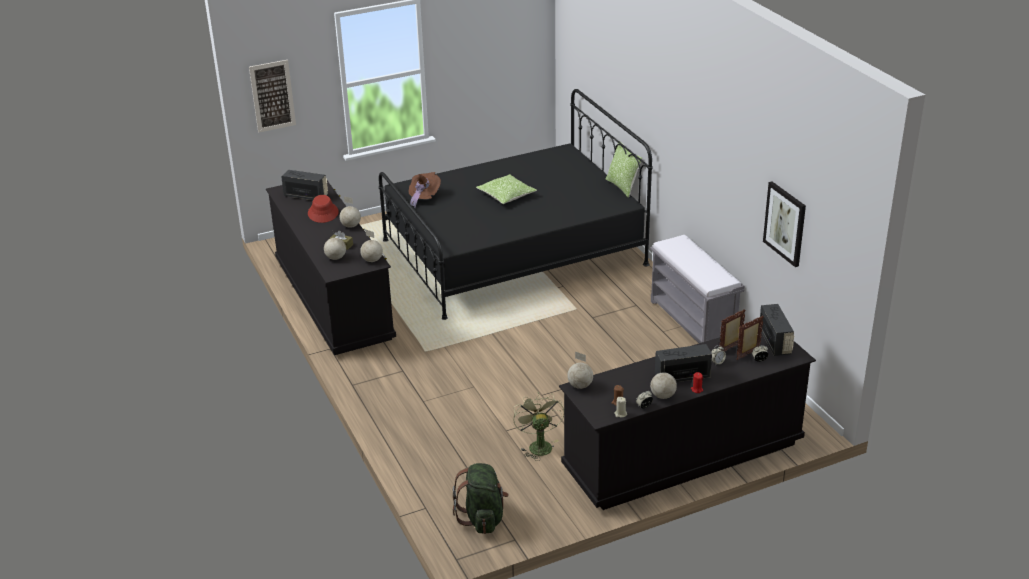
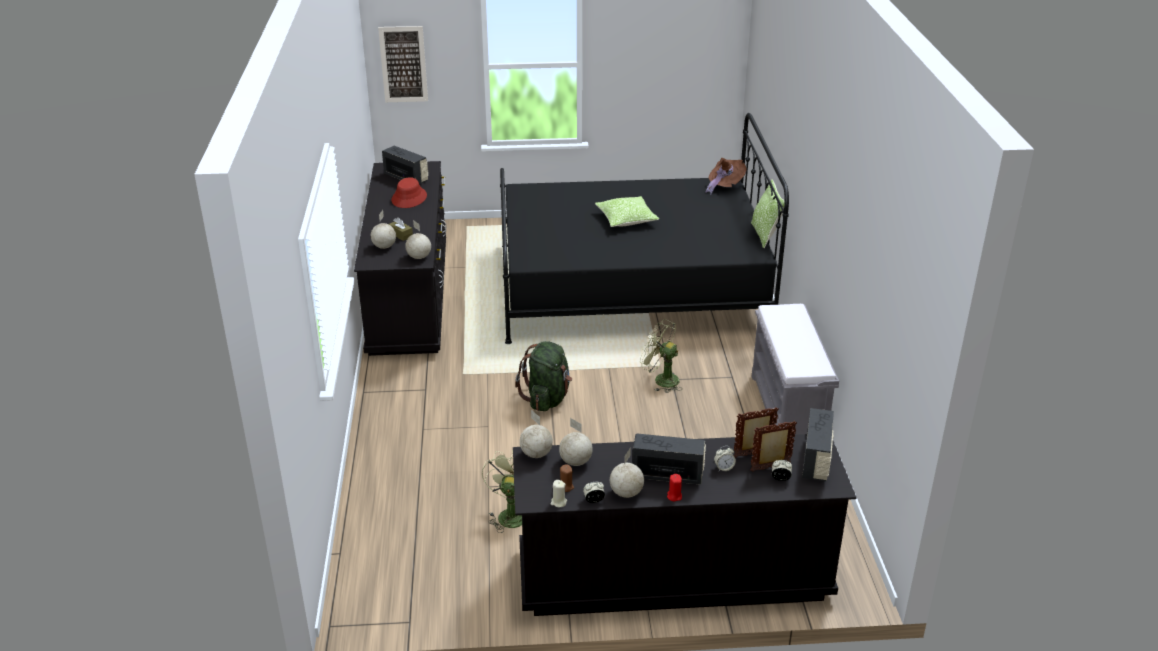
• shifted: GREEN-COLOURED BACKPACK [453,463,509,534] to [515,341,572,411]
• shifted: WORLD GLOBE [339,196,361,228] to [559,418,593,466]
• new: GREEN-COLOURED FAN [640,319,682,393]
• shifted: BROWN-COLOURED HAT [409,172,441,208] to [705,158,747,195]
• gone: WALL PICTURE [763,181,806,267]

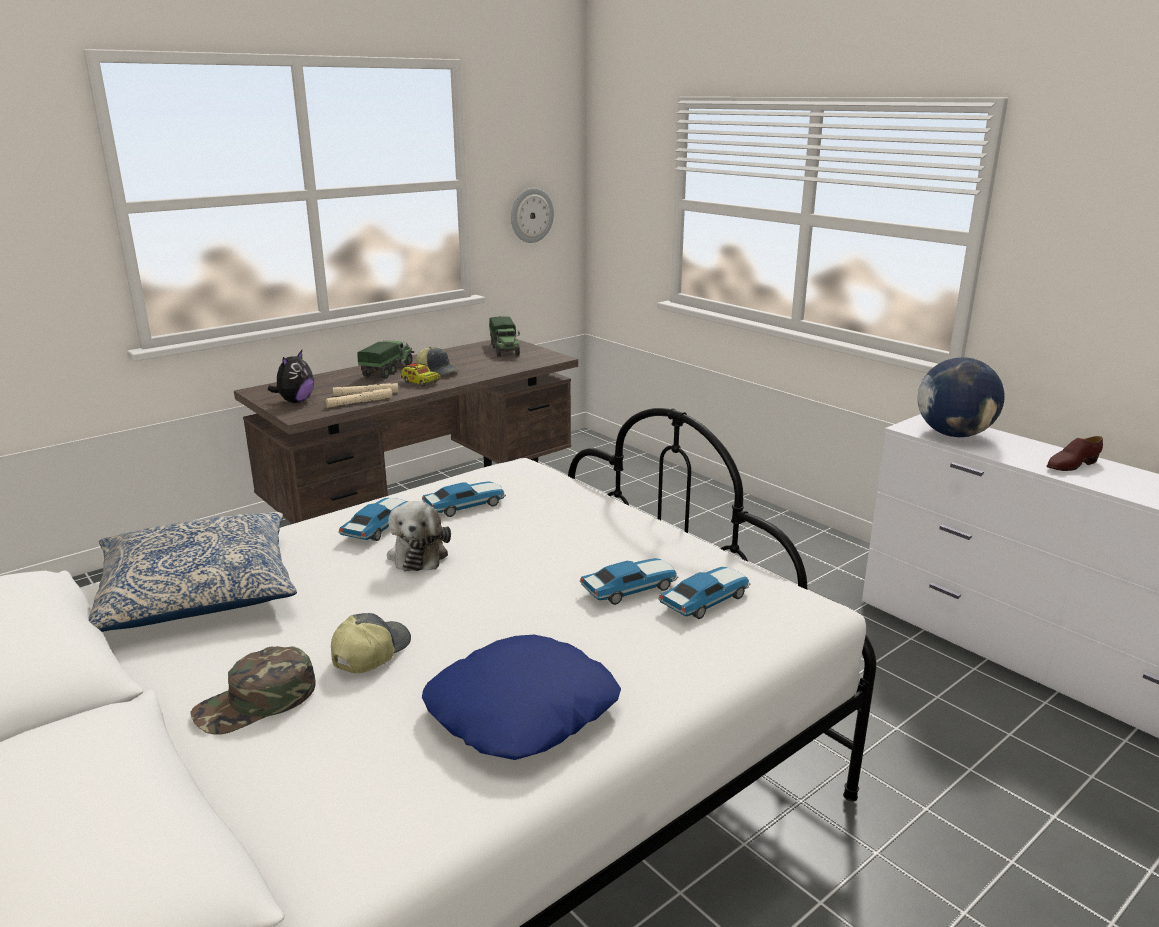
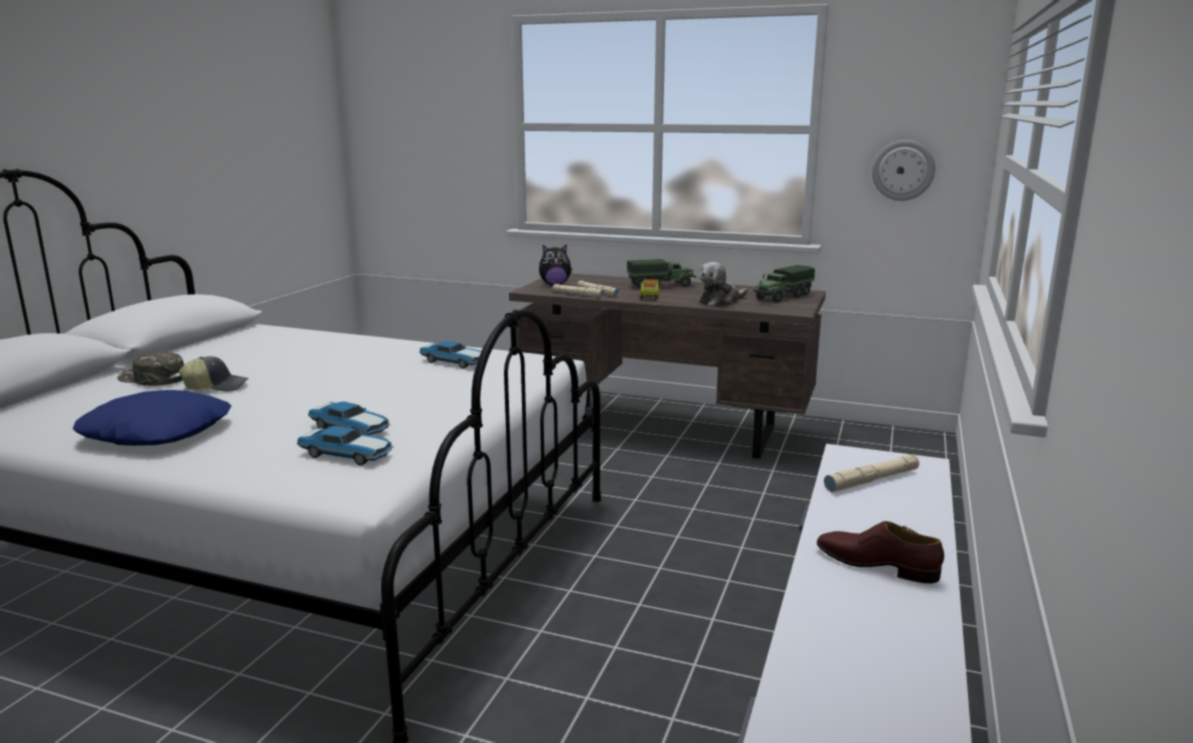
• shifted: PLUSH TOY [387,501,451,571] to [699,262,748,307]
• swapped: WORLD GLOBE [918,357,1005,437] to SAND-COLOURED HAND TORCH [824,454,919,492]
• gone: PILLOW [88,512,297,632]
• gone: MINIATURE CAR [338,498,408,541]
• gone: BASEBALL CAP [416,347,460,377]

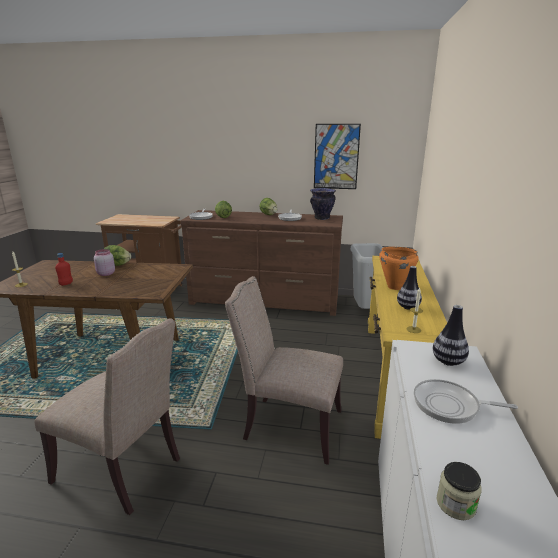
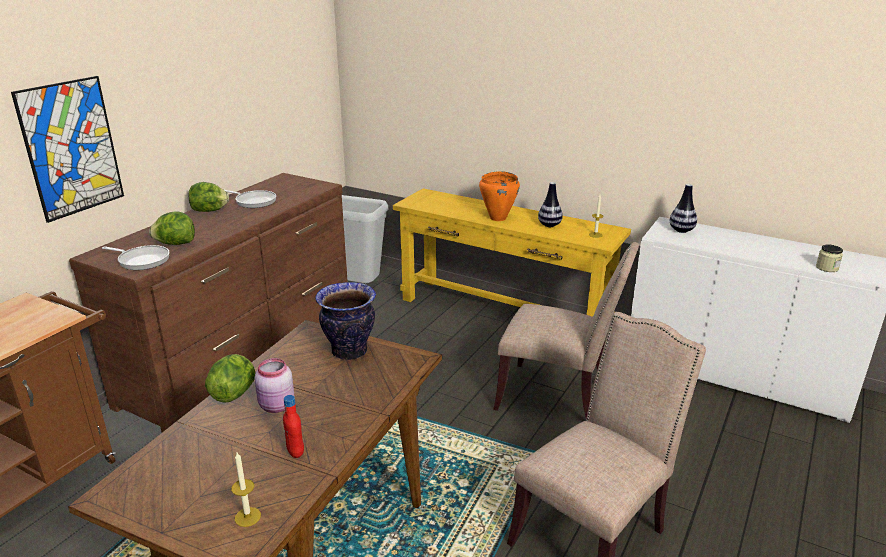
• shifted: WALL PICTURE [314,124,361,189] to [11,76,124,223]
• shifted: VASE [310,188,336,220] to [315,282,376,360]
• rotated: SAND-COLOURED CHAIR [225,276,343,465] = [493,242,639,418] 105 degrees counterclockwise
• gone: FRYING PAN [414,379,518,424]

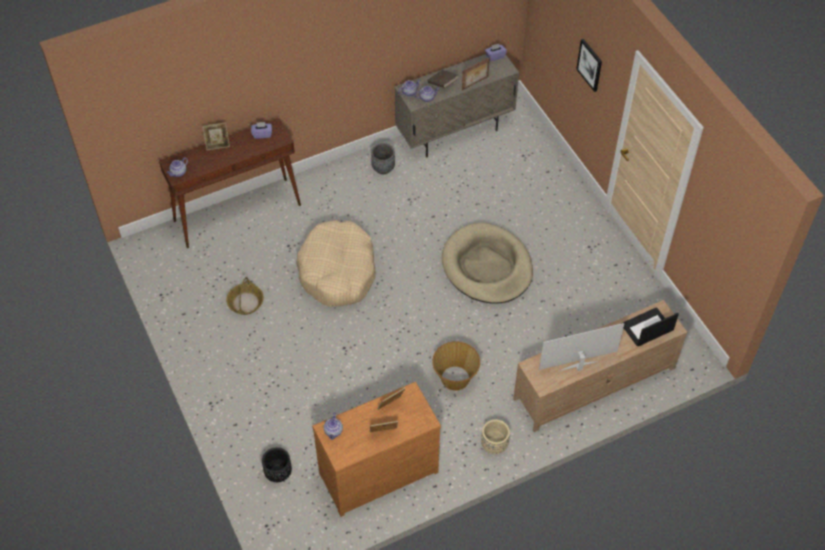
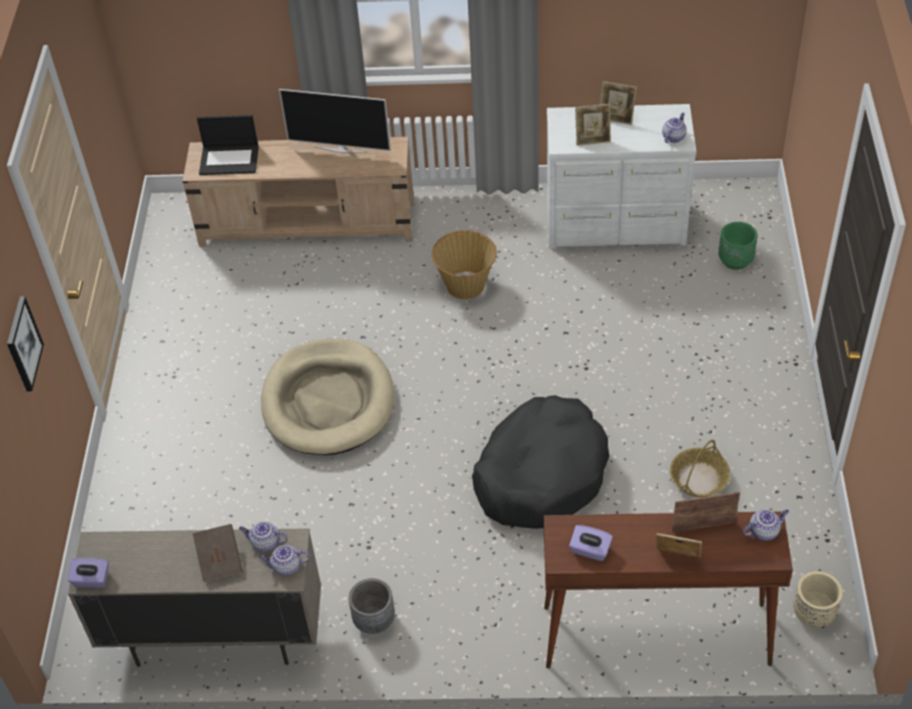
• repainted: SAND-COLOURED PET BED [296,220,376,307] to BLACKISH PET BED [472,395,610,529]
• repainted: BROWN-COLOURED DRESSER [312,382,441,517] to WHITISH DRESSER [547,104,696,249]
• shifted: PHOTO FRAME [462,58,490,90] to [672,492,740,532]
• repainted: BLACKISH PLANTER [262,447,292,482] to GREEN-COLOURED PLANTER [718,222,758,270]
• shifted: SAND-COLOURED PLANTER [481,419,510,454] to [793,571,843,627]

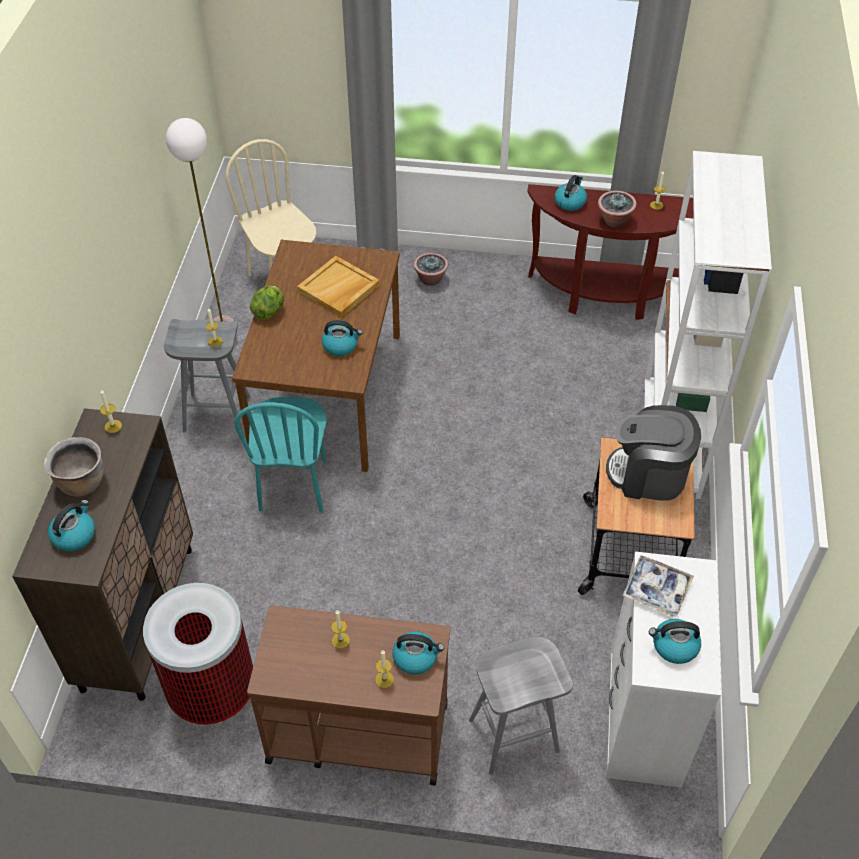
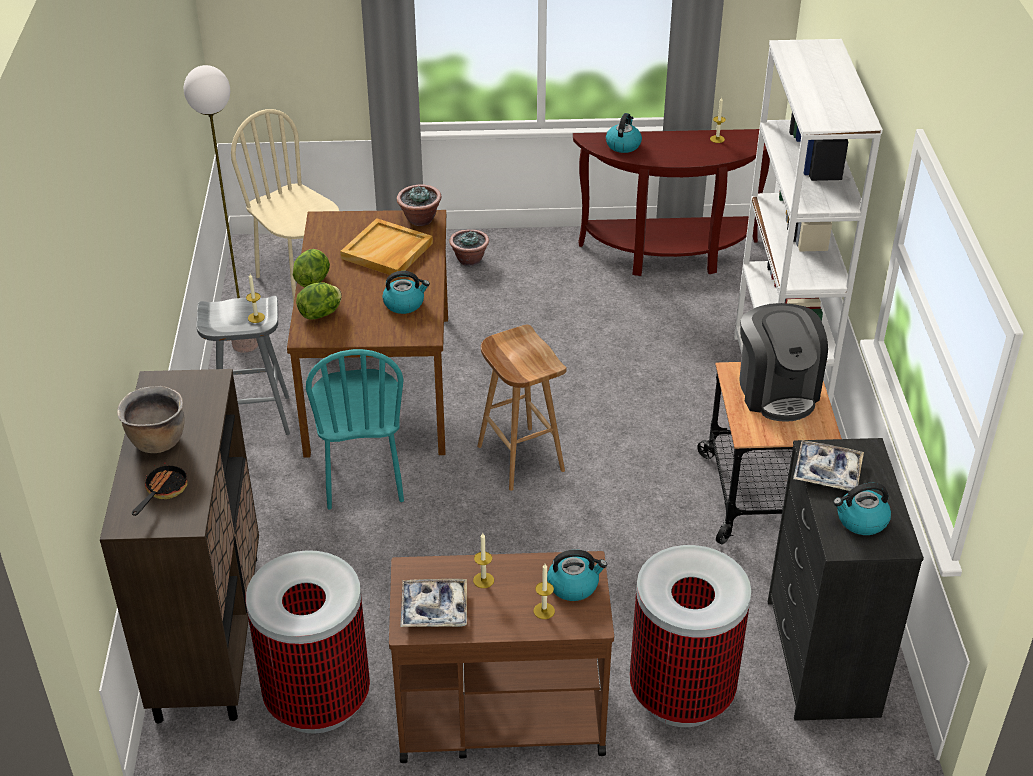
• swapped: KETTLE [48,500,95,552] to FRYING PAN [132,462,188,516]
• new: LETTUCE [296,282,342,320]
• shifted: POTTED PLANT [598,191,637,228] to [397,185,441,226]
• new: TRAY [400,579,467,627]
• new: BROWN-COLOURED STOOL SEAT [477,325,567,491]
• swapped: GRAY STOOL SEAT [469,636,573,775] to WASTE BIN [630,545,751,727]
• rotated: COFFEE MAKER [606,405,701,501] = [739,303,828,421] 105 degrees counterclockwise
• repainted: WHITISH DRESSER [605,552,721,787] to BLACKISH DRESSER [768,438,924,721]
• gone: WAX LIGHT [100,390,122,433]

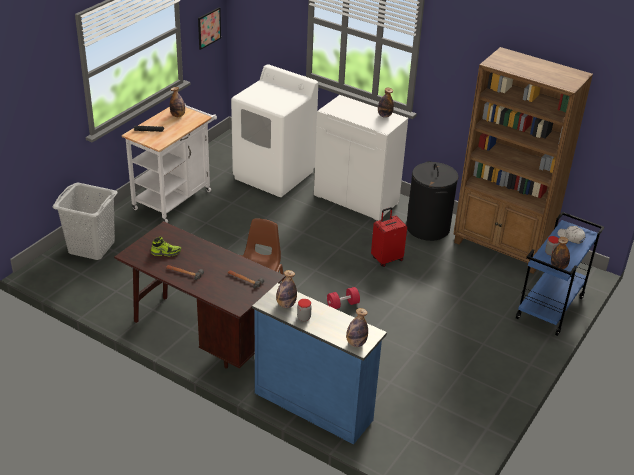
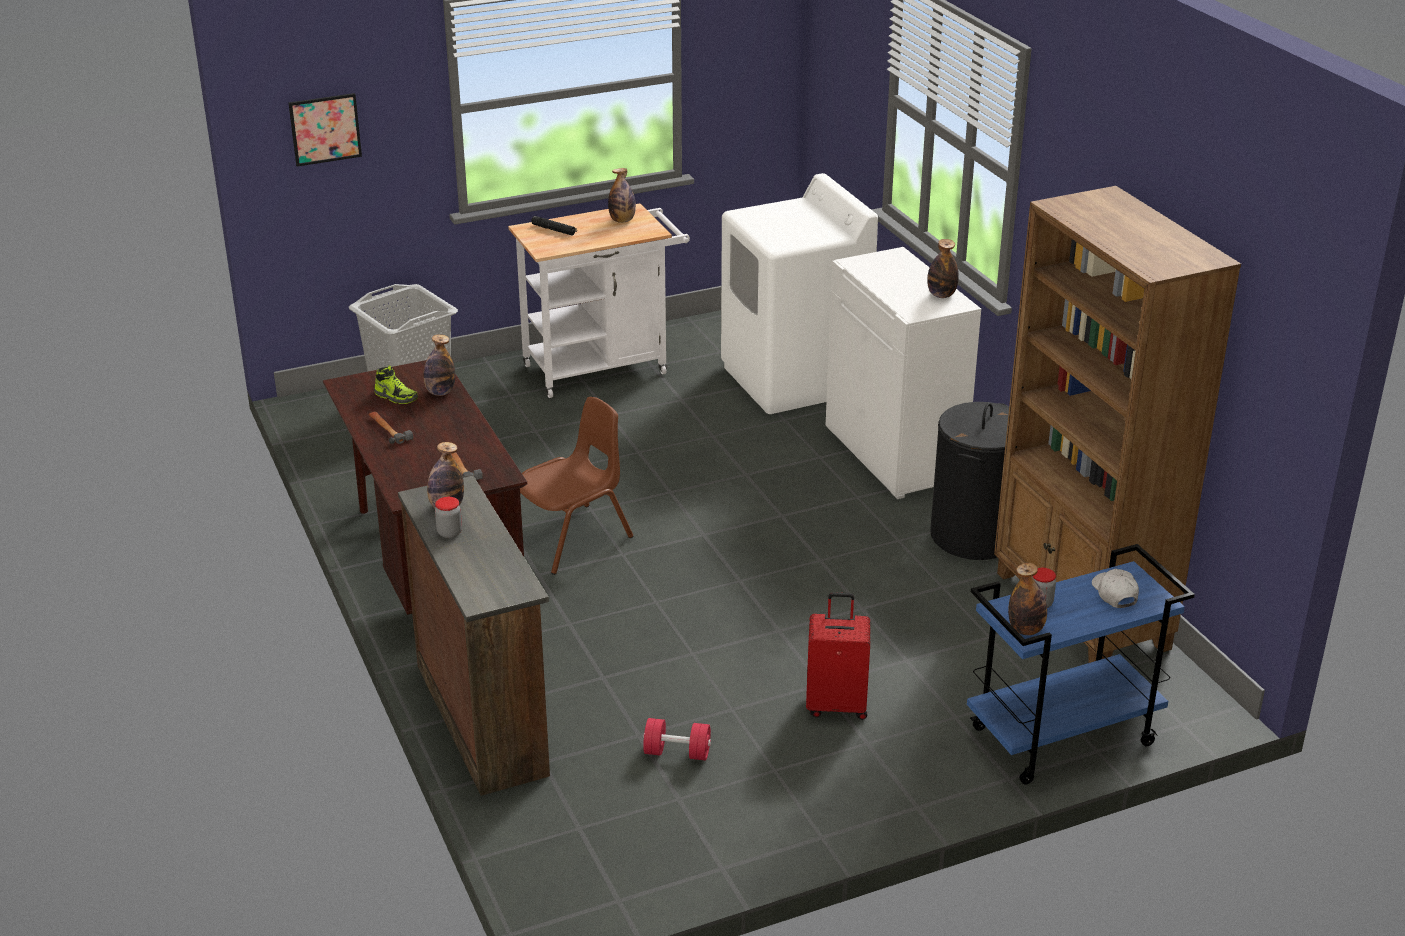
• shifted: WALL PICTURE [198,7,221,50] to [288,93,362,167]
• repainted: BLUISH DRESSER [252,283,387,445] to BROWN-COLOURED DRESSER [398,476,550,796]
• shifted: BOTTLE [346,308,368,347] to [423,334,455,396]
• shifted: REDDISH HAND WEIGHT [327,287,360,309] to [643,718,711,761]
• shifted: REDDISH SUITCASE [371,207,407,267] to [806,592,870,720]

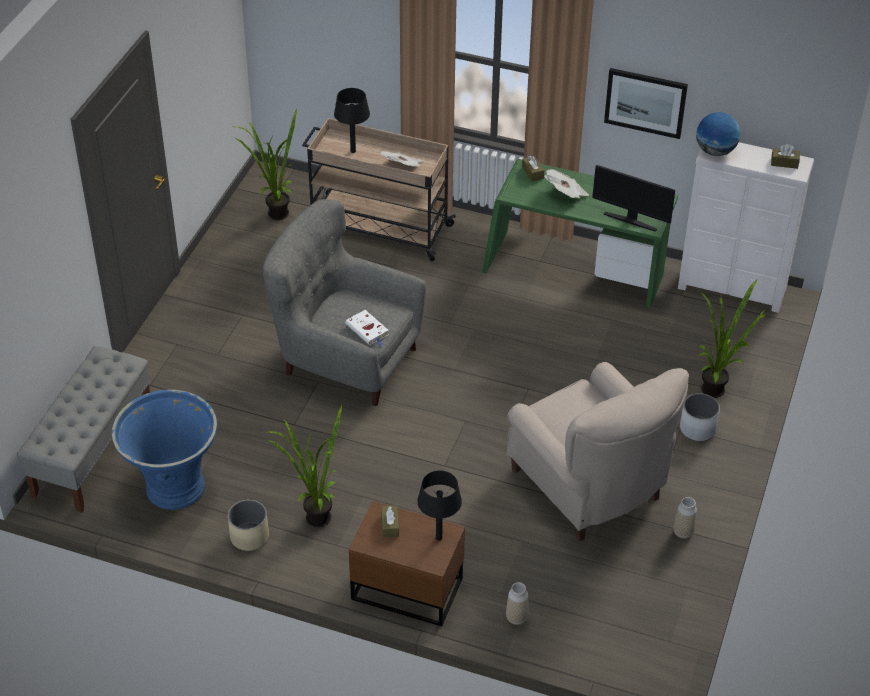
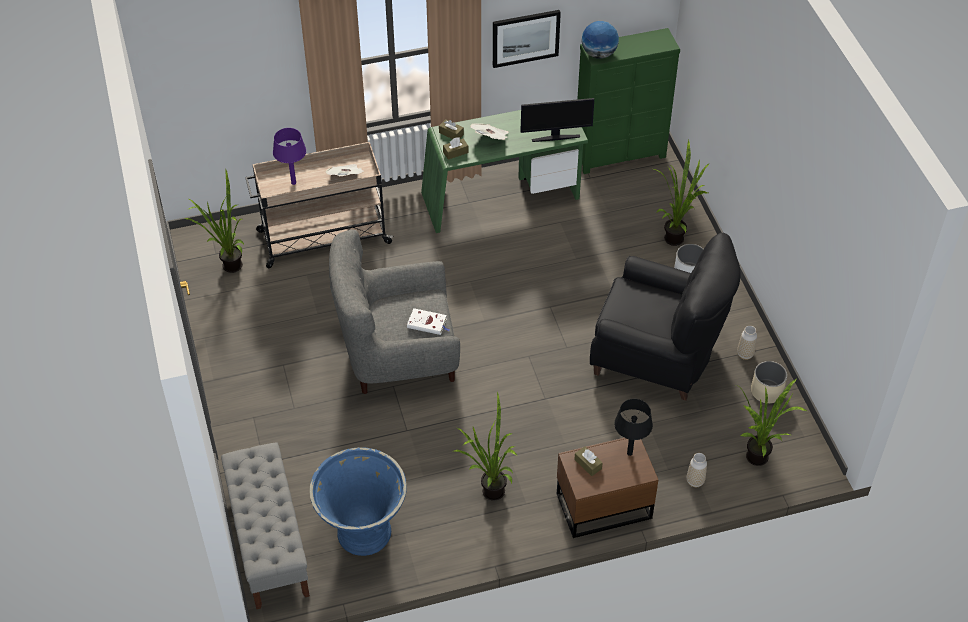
• repainted: BLACKISH LAMP FOR A TABLE [334,88,370,153] to PURPLE LAMP FOR A TABLE [273,128,306,185]
• shifted: BROWN-COLOURED TISSUE HOLDER [771,144,800,169] to [443,137,468,160]
• repainted: WHITISH DRESSER [678,142,814,313] to GREEN-COLOURED DRESSER [577,28,680,174]
• repainted: SAND-COLOURED EASY CHAIR [507,362,689,542] to BLACKISH EASY CHAIR [590,233,741,401]
• new: POTTED PLANT [736,378,807,466]
• shifted: SAND-COLOURED PLANTER [228,500,269,551] to [751,361,787,404]

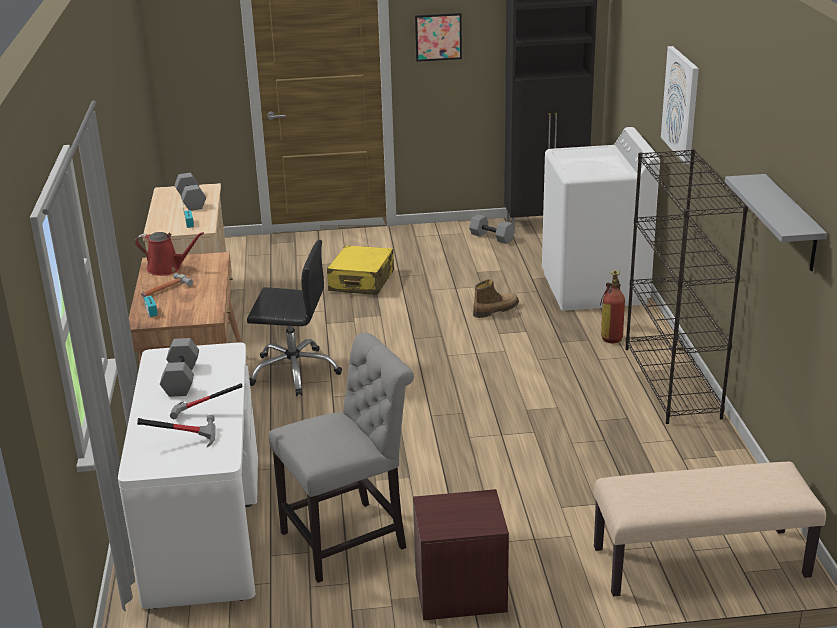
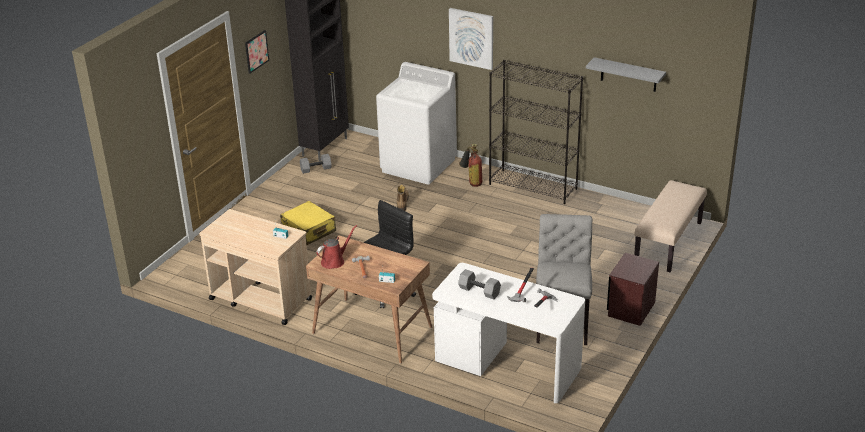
• gone: GRAY HAND WEIGHT [175,173,206,211]

